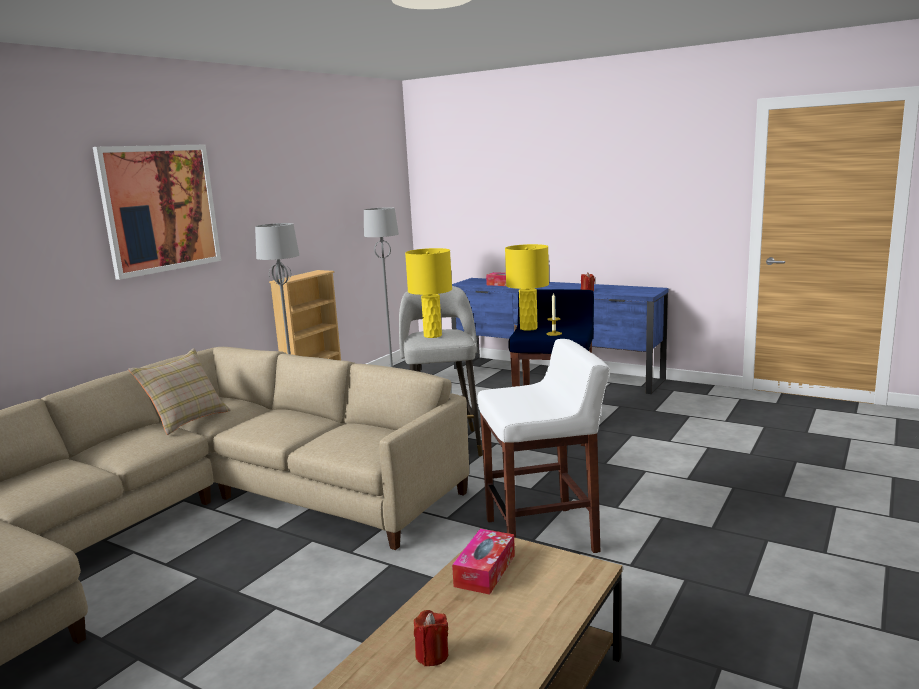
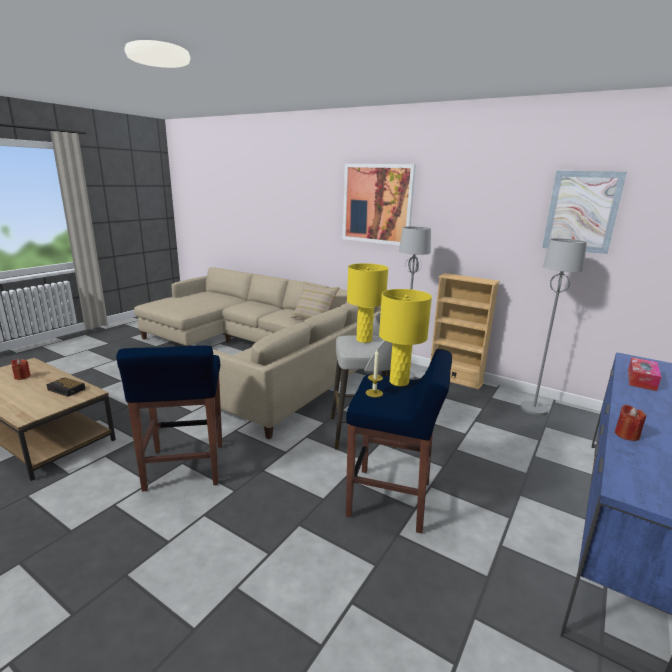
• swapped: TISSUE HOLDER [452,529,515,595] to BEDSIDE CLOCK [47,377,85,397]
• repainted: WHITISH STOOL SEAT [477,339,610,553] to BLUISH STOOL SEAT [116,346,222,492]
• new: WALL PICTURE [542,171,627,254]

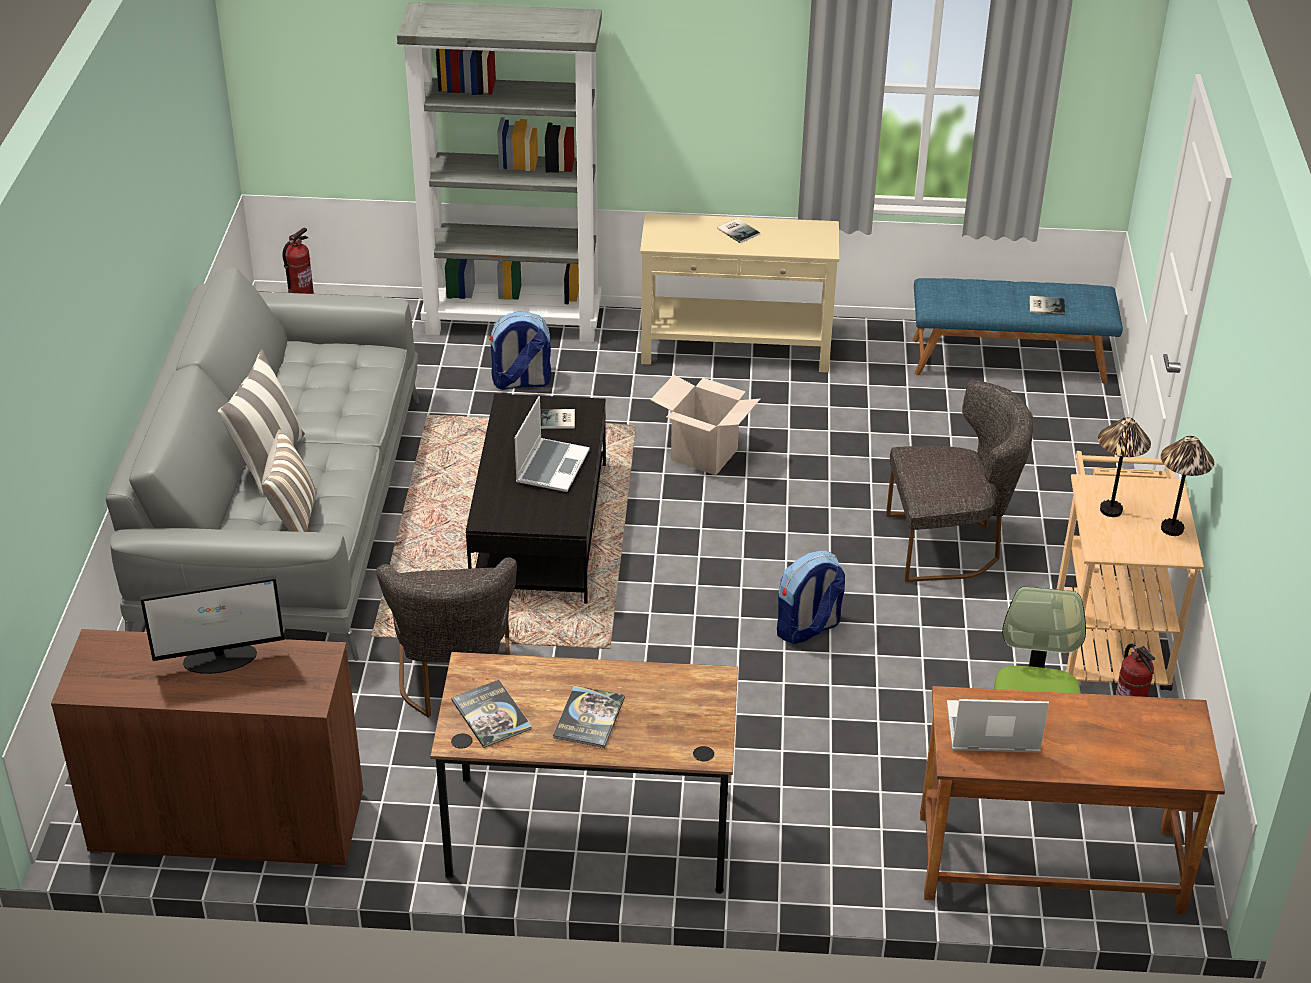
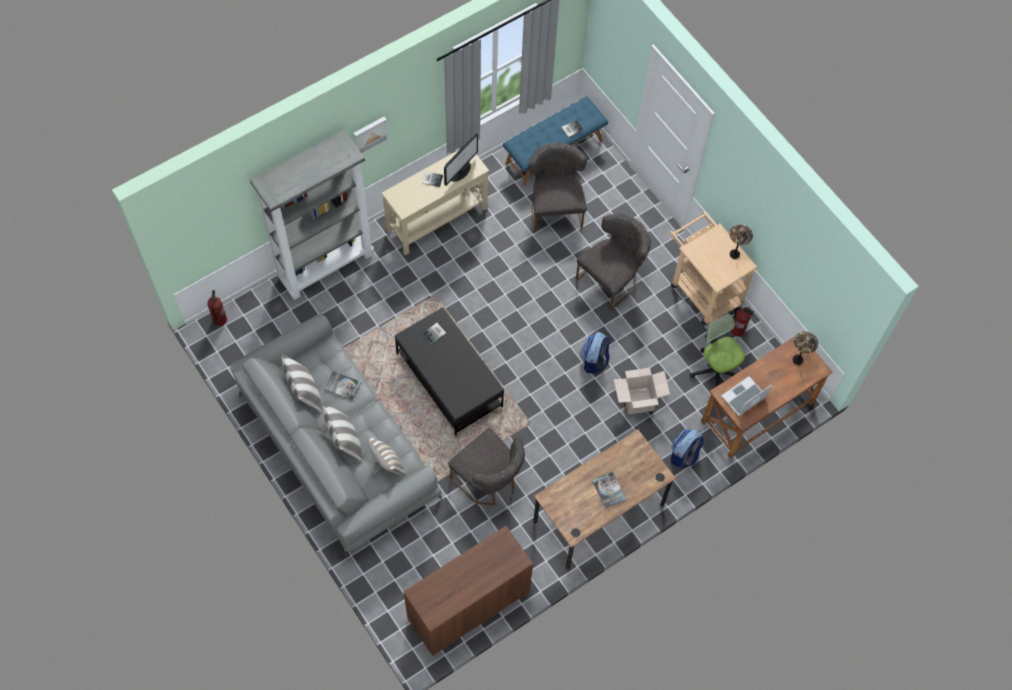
• new: PILLOW [281,353,322,412]
• shifted: BOUND BOOK [451,680,532,748] to [324,371,361,401]
• new: WALL PICTURE [353,117,389,154]
• shifted: COMPUTER DISPLAY [140,575,285,674] to [444,133,478,186]
• new: GRAY CHAIR [529,142,587,233]
• shifted: PACKING BOX [650,375,761,475] to [614,368,670,415]
• shifted: BACKPACK [489,311,551,390] to [671,429,704,468]
• shifted: LAMP FOR A TABLE [1098,417,1151,517] to [793,331,818,365]
• gone: PORTABLE COMPUTER [515,396,590,492]

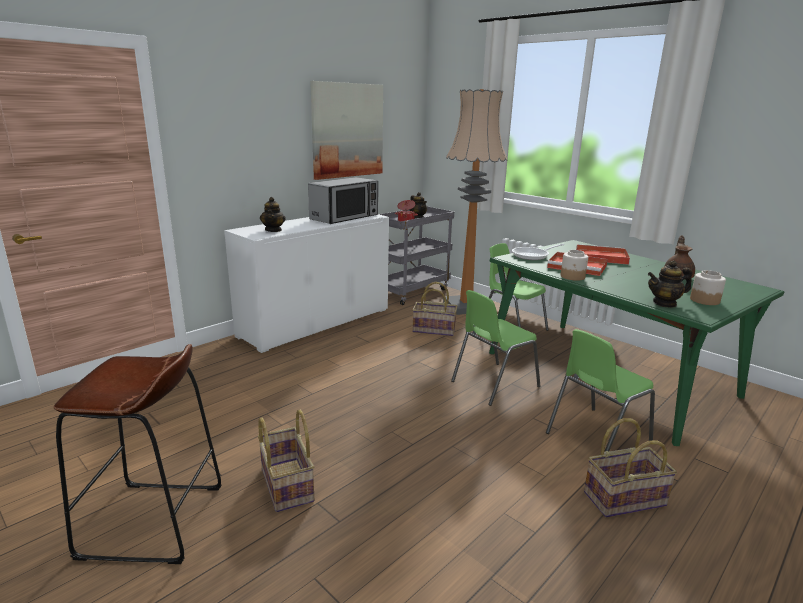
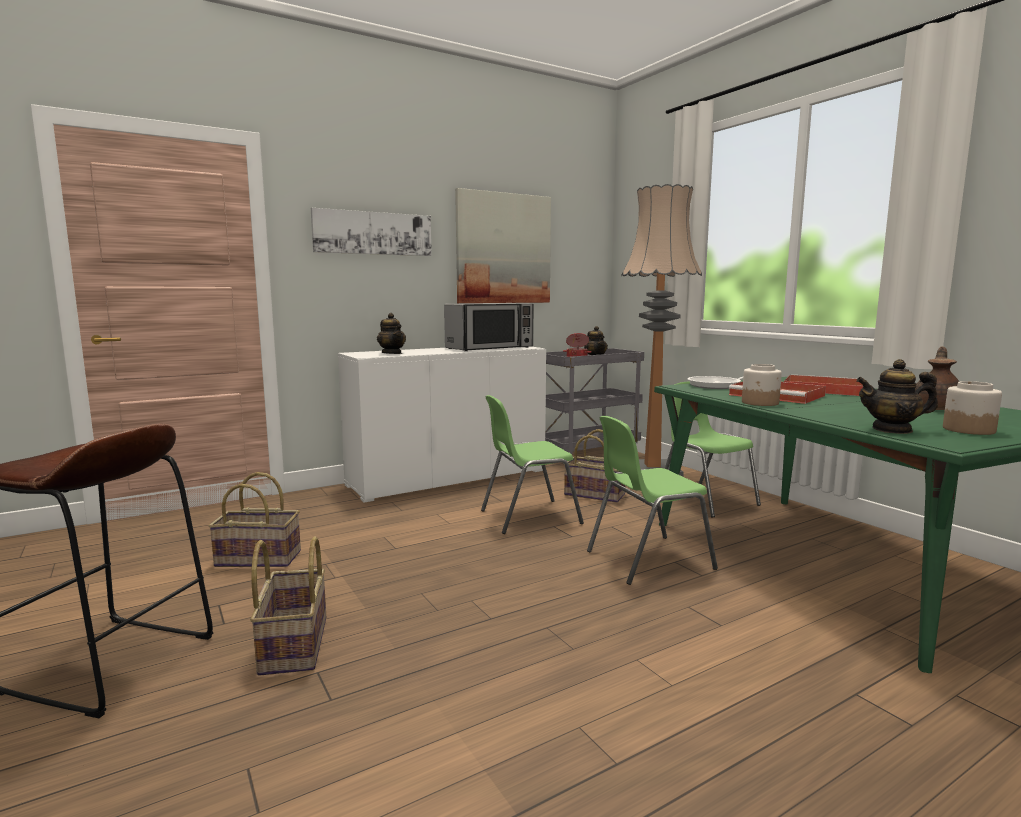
• shifted: BASKET [584,418,677,518] to [209,472,301,567]
• new: WALL PICTURE [311,208,432,256]
• rotated: TEAPOT [260,197,286,232] = [377,313,406,354] 45 degrees counterclockwise
• shifted: GREEN-COLOURED CHAIR [546,329,655,452] to [481,395,584,534]

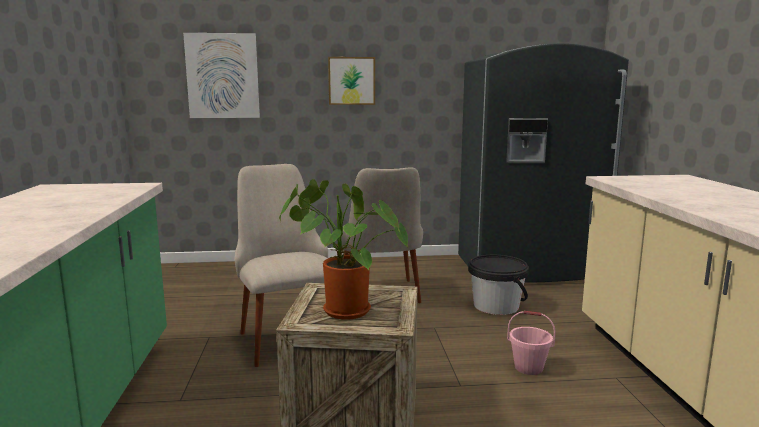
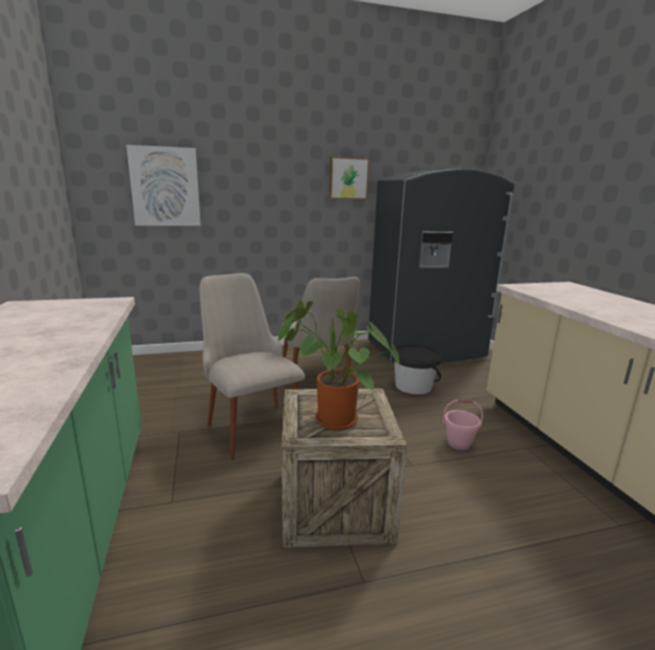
• shifted: WALL PICTURE [328,57,375,105] to [329,156,370,199]

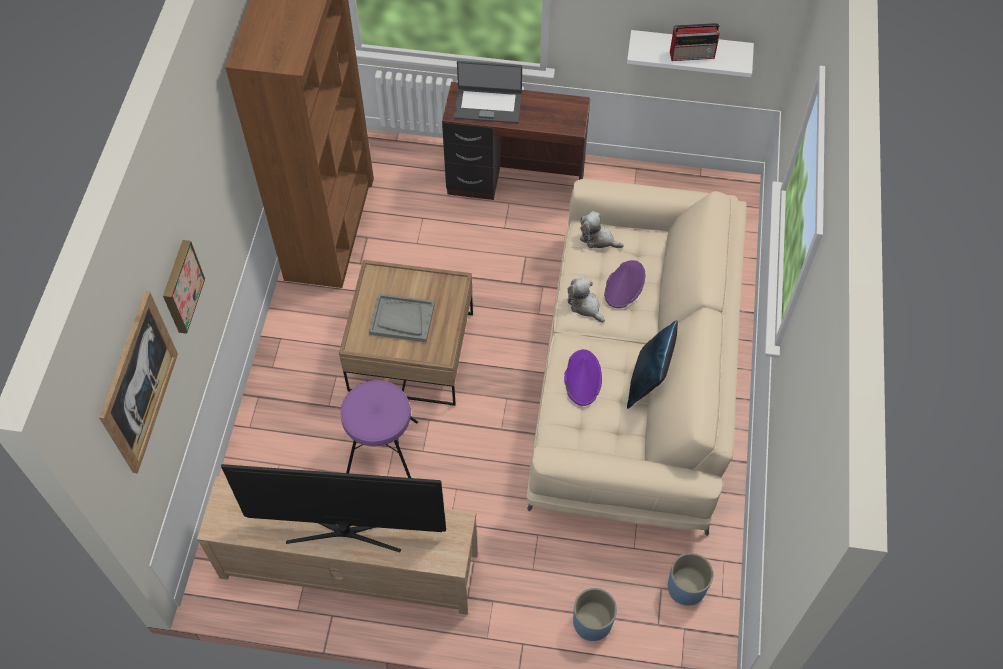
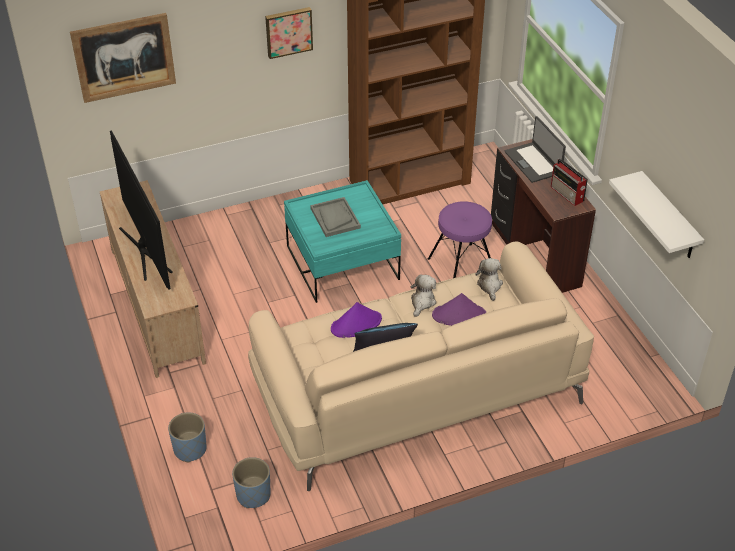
• shifted: WALL PICTURE [163,240,205,334] to [265,7,313,59]
• repainted: BROWN-COLOURED LOUNGE TABLE [339,260,473,406] to TURQUOISE-COLOURED LOUNGE TABLE [284,180,401,303]
• shifted: PURPLE STOOL SEAT [340,380,418,478] to [428,201,492,278]
• shifted: RADIO [670,23,720,61] to [551,159,588,206]

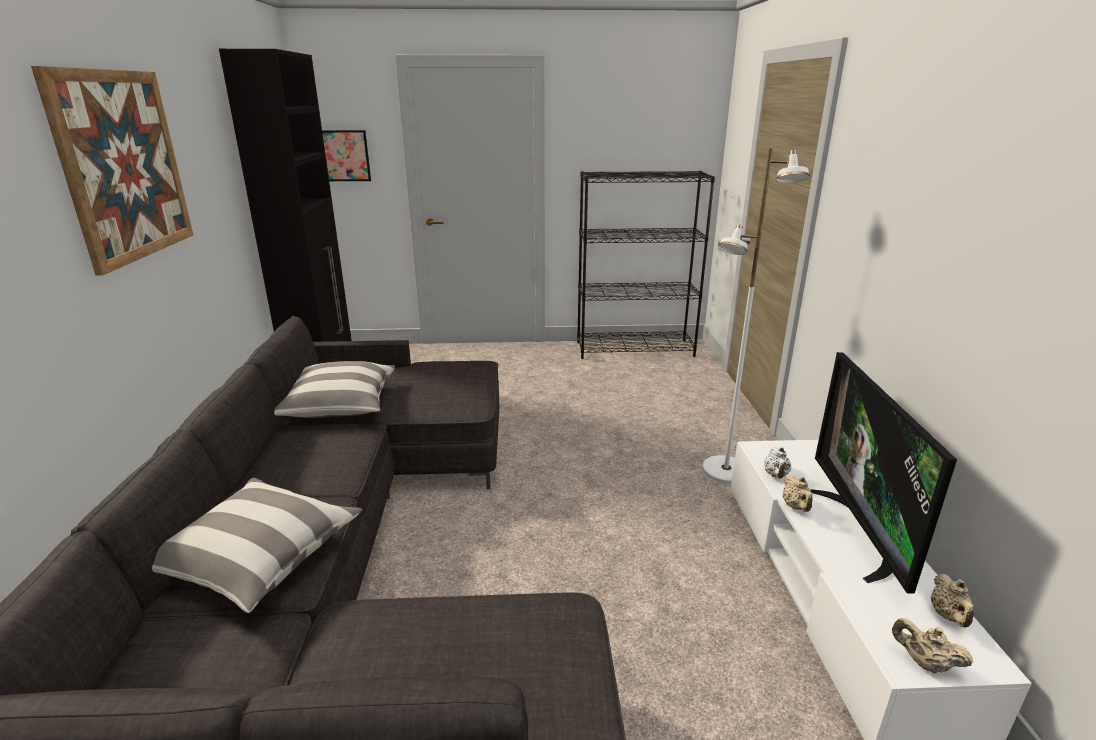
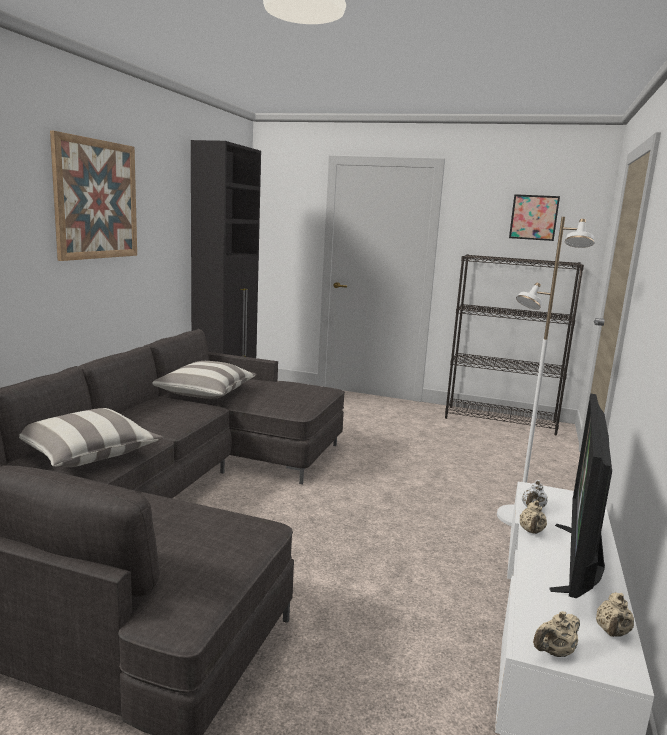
• shifted: WALL PICTURE [322,130,371,181] to [509,194,560,241]
• rotated: SAND-COLOURED TEAPOT [892,618,973,673] = [533,611,580,657] 90 degrees counterclockwise

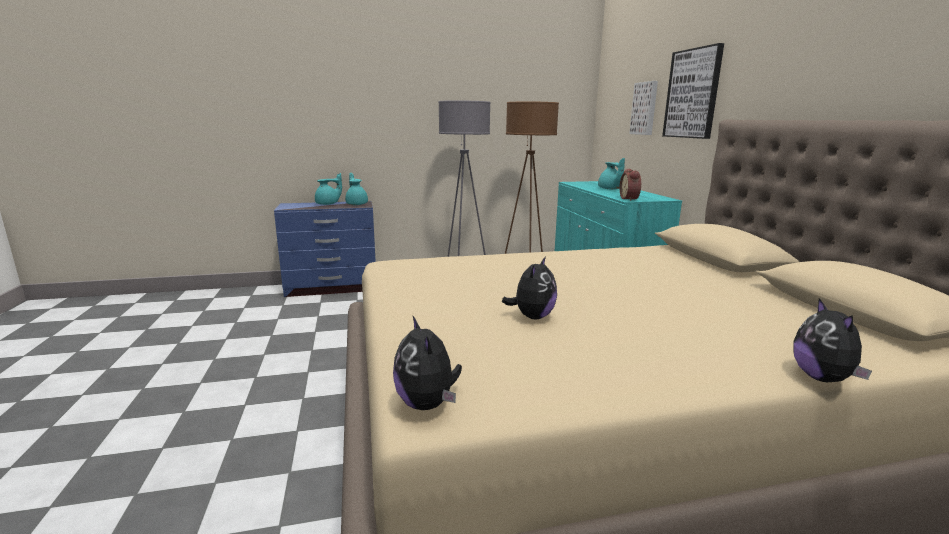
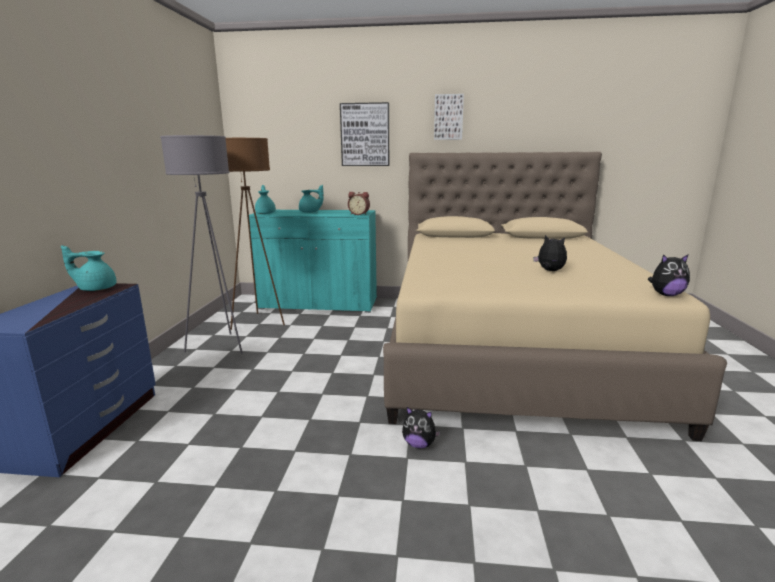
• shifted: TURQUOISE-COLOURED TEAPOT [315,173,342,205] to [255,185,276,214]
• shifted: PLUSH TOY [794,298,872,382] to [402,407,441,449]
• shifted: WALL PICTURE [629,81,658,135] to [434,94,464,140]

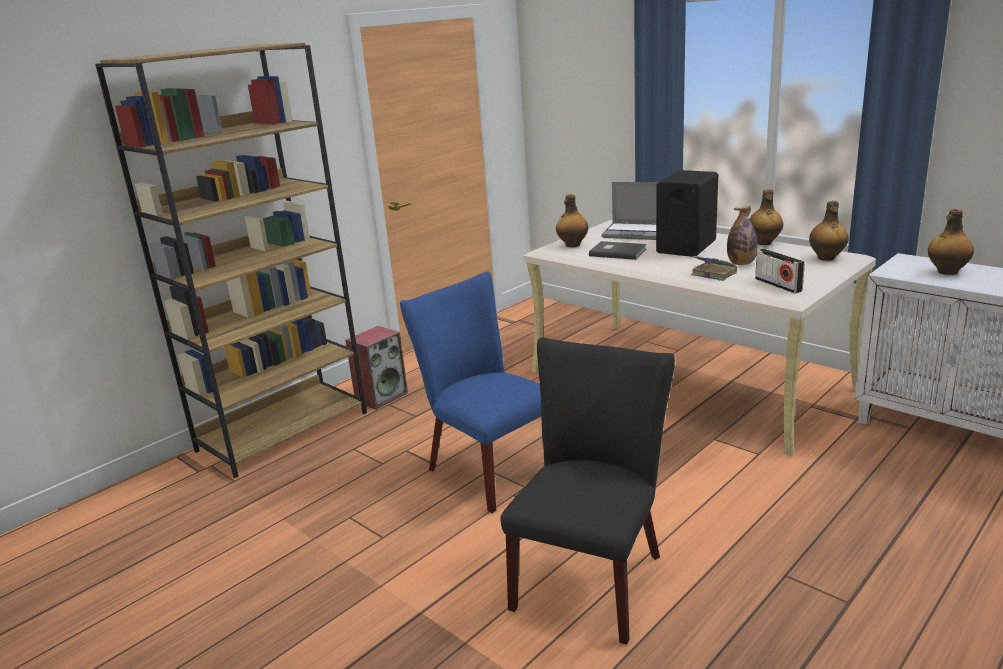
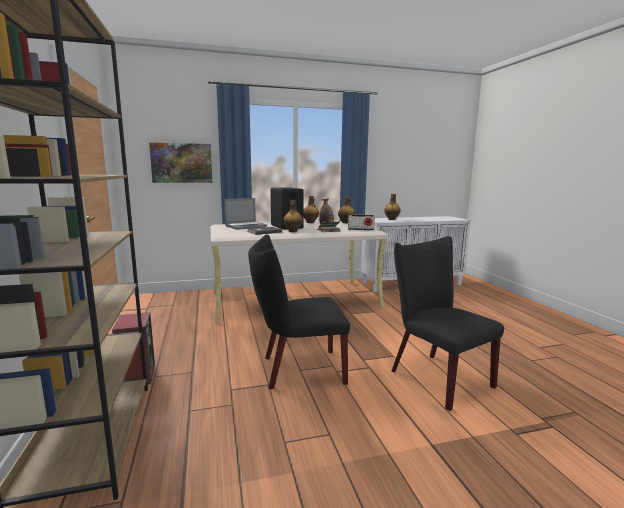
• new: WALL PICTURE [149,142,212,183]
• repainted: BLUISH CHAIR [400,272,541,513] to BLACKISH CHAIR [248,234,350,389]
• shifted: BOTTLE [556,194,588,247] to [283,200,303,232]

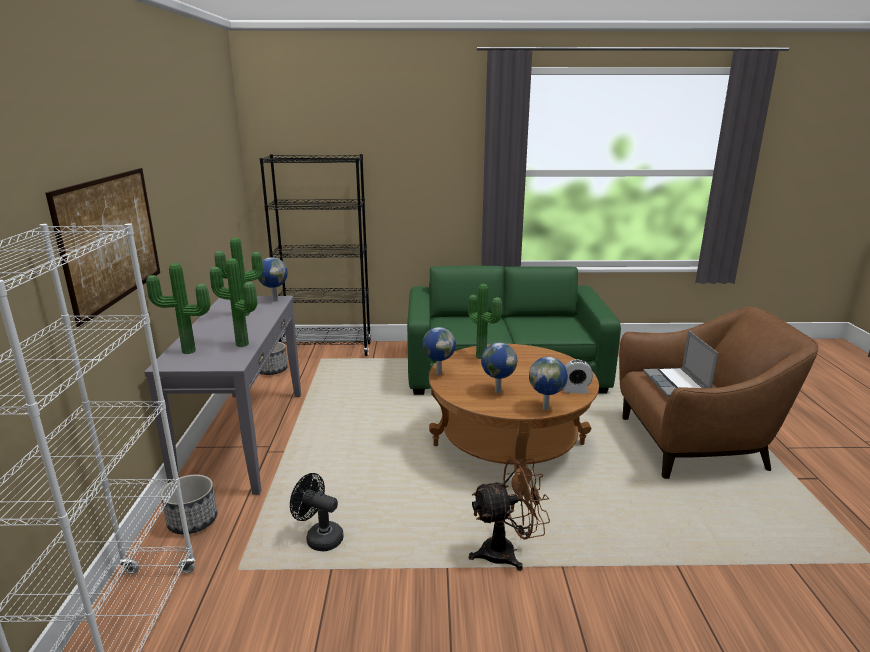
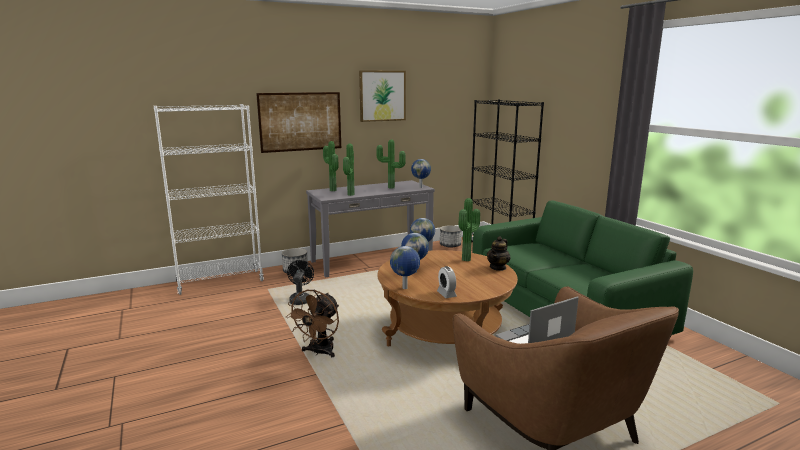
• rotated: BROWN-COLOURED FAN [469,459,550,571] = [286,290,339,357] 60 degrees clockwise
• new: WALL PICTURE [359,70,406,122]
• new: TEAPOT [487,236,511,271]

